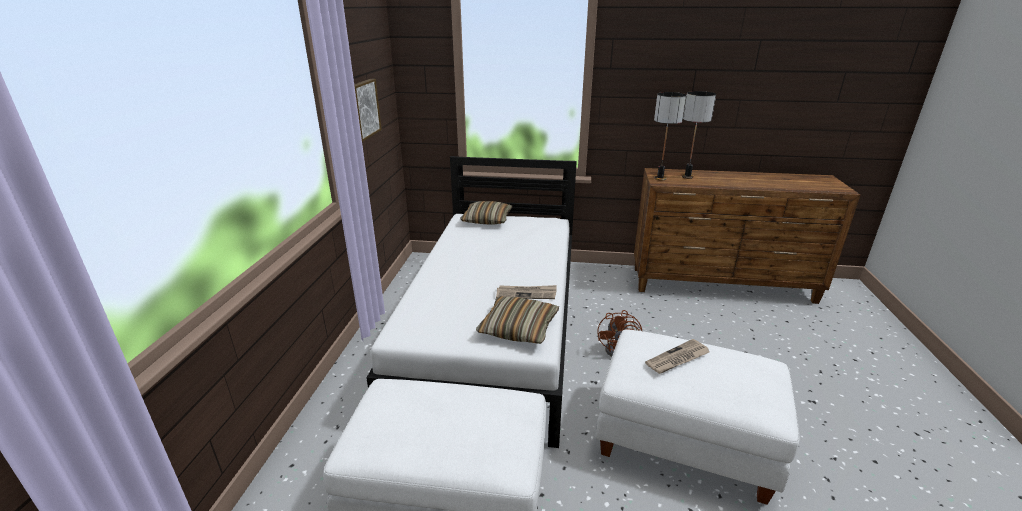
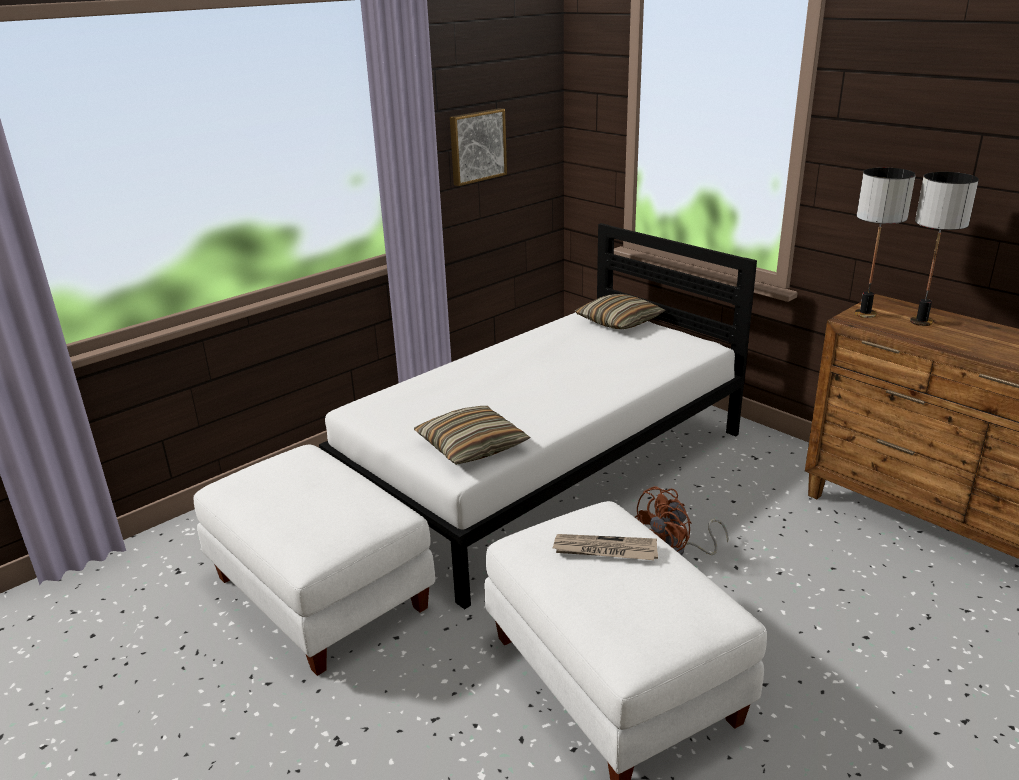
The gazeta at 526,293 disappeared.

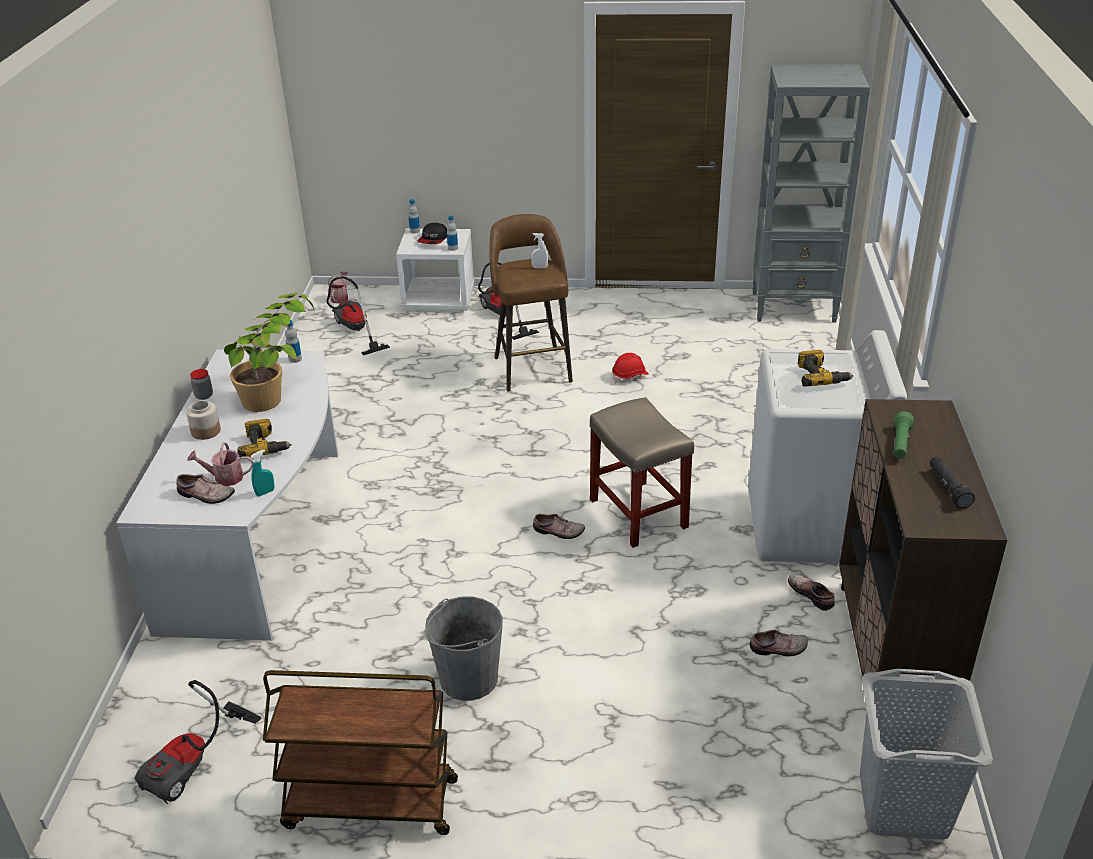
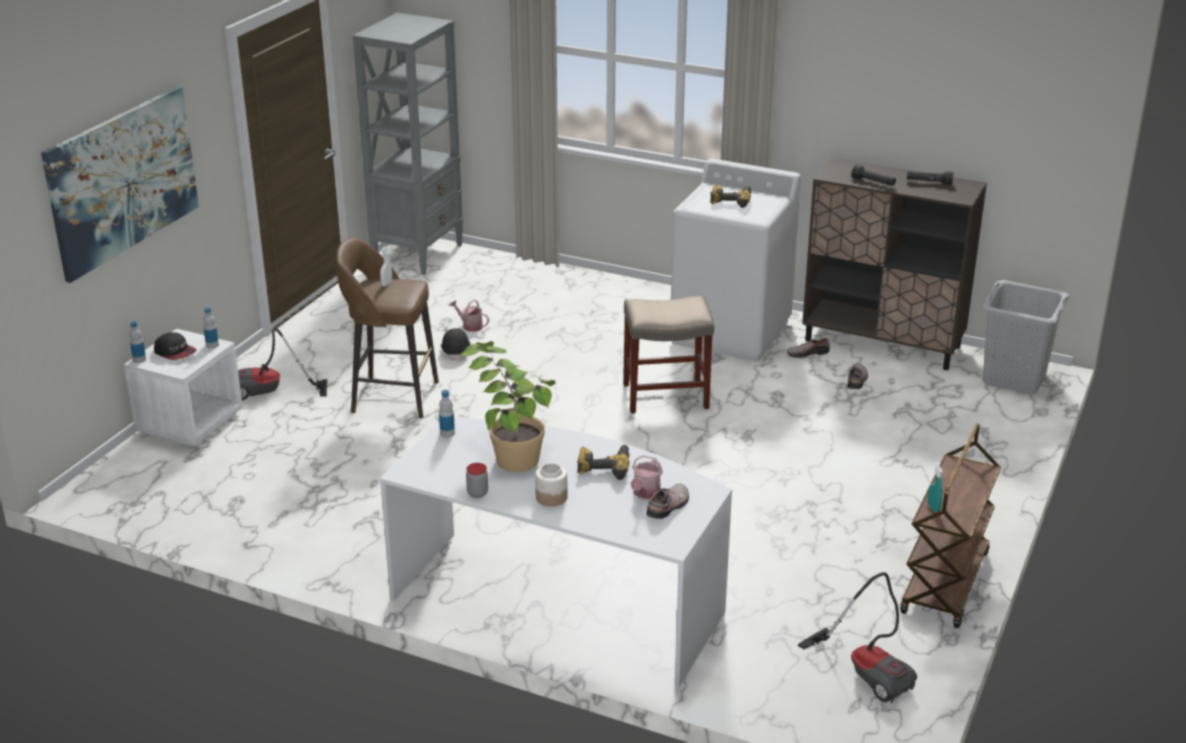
The konewka moved from 340,297 to 470,326. The odkurzacz at 354,331 disappeared. The kask (czerwony) at 630,376 became the kask (czarny) at 456,352. The latarka (zielony) at 900,443 became the latarka (czarny) at 873,182. The spryskiwacz (turkusowy) moved from 265,492 to 933,507. The but at 558,532 disappeared. The wiadro (szary) at 468,678 disappeared. The obraz at 123,181 appeared.

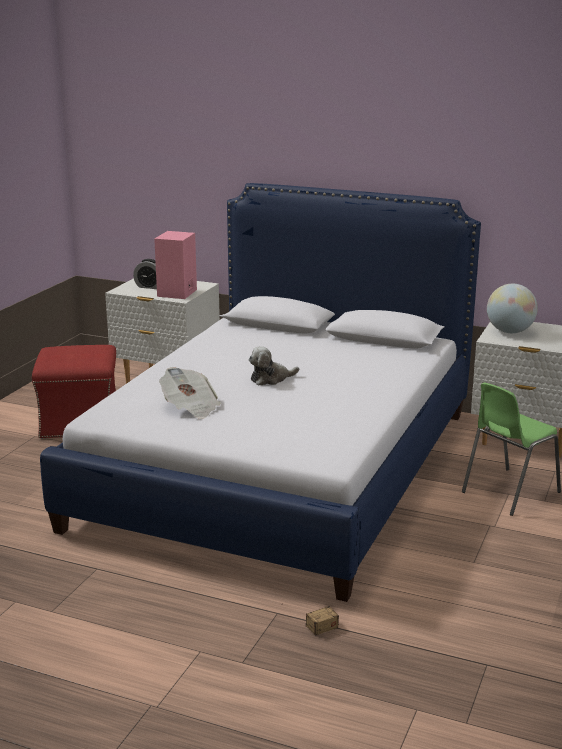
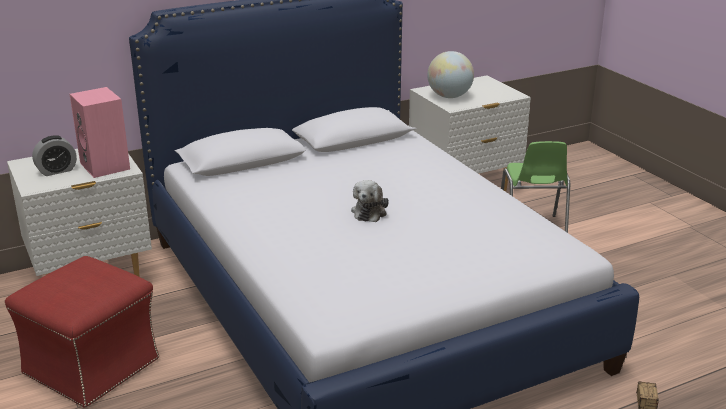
The gazeta at 190,407 disappeared.

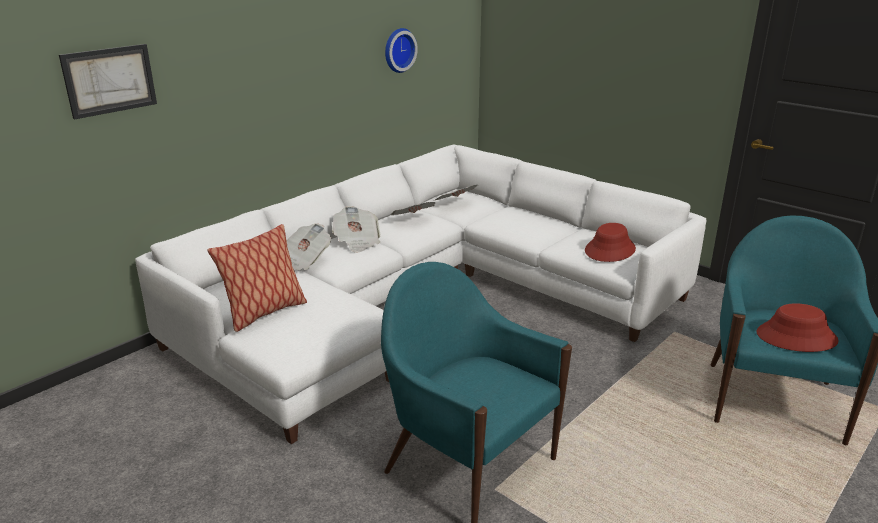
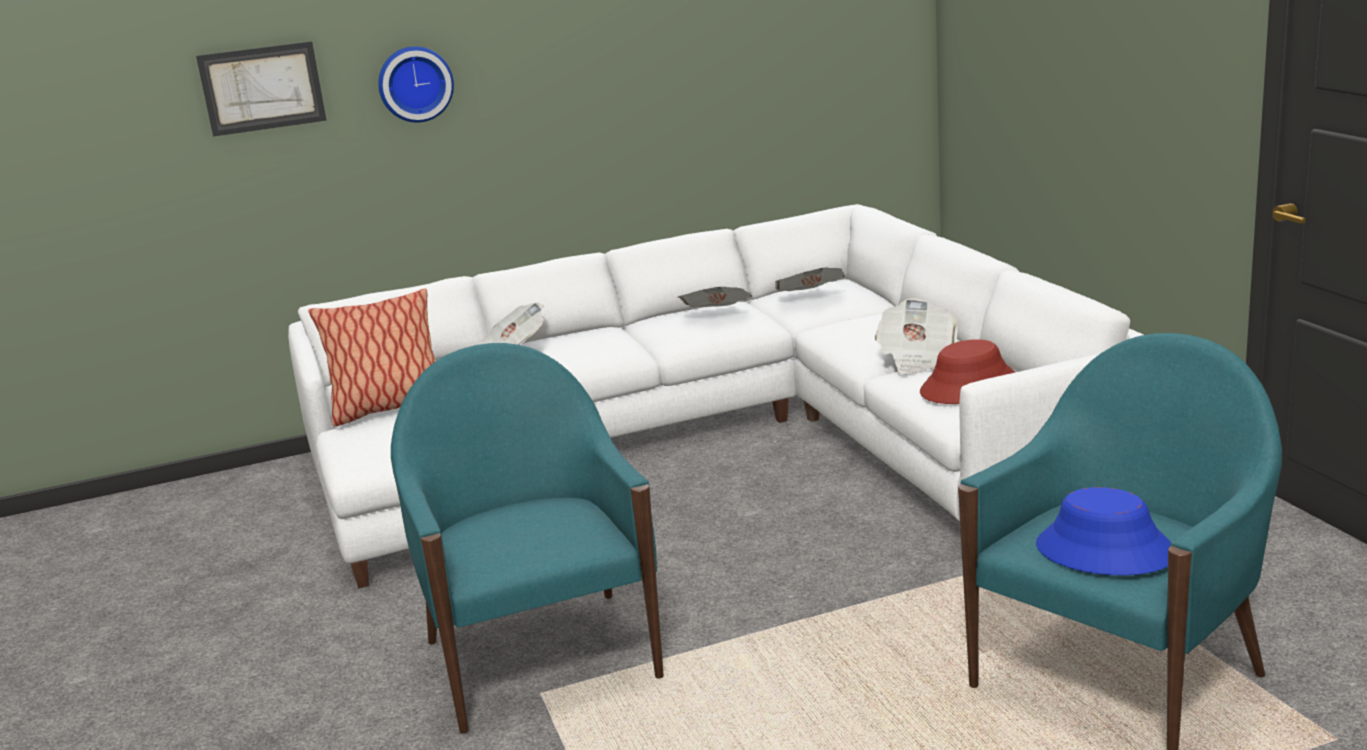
The zegar ścienny moved from 398,50 to 415,83. The gazeta moved from 357,242 to 917,359. The kapelusz (czerwony) at 796,337 became the kapelusz (niebieski) at 1105,551.

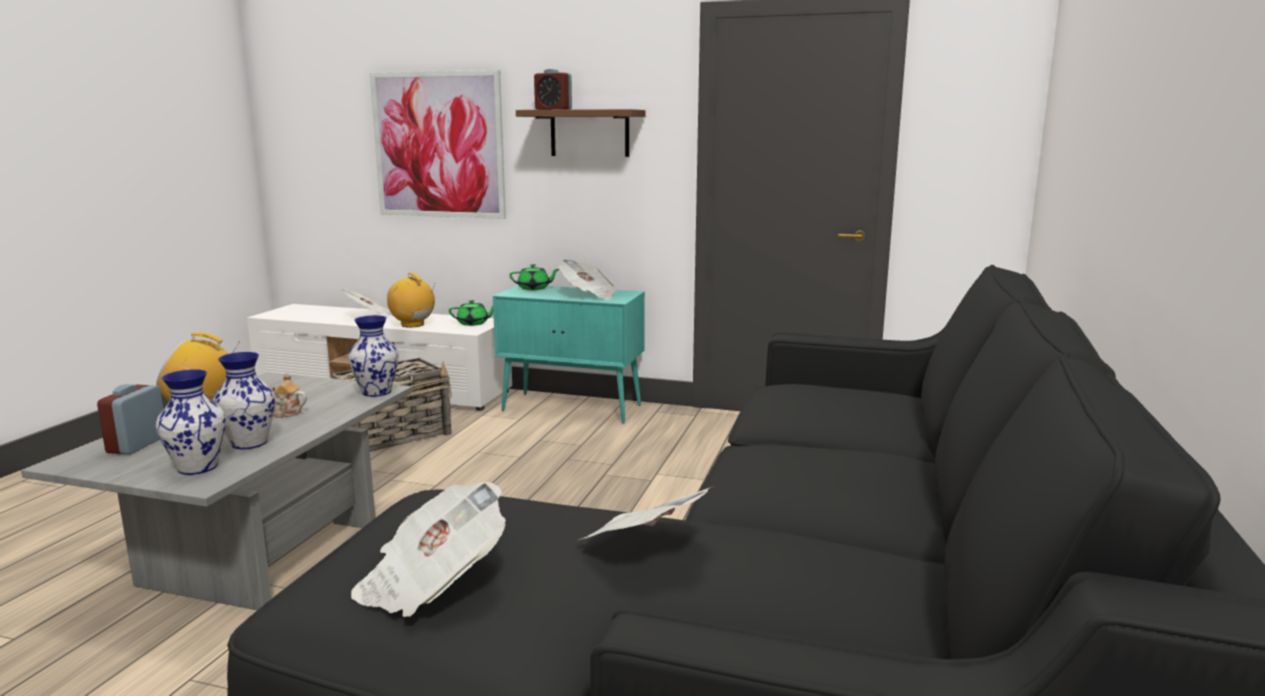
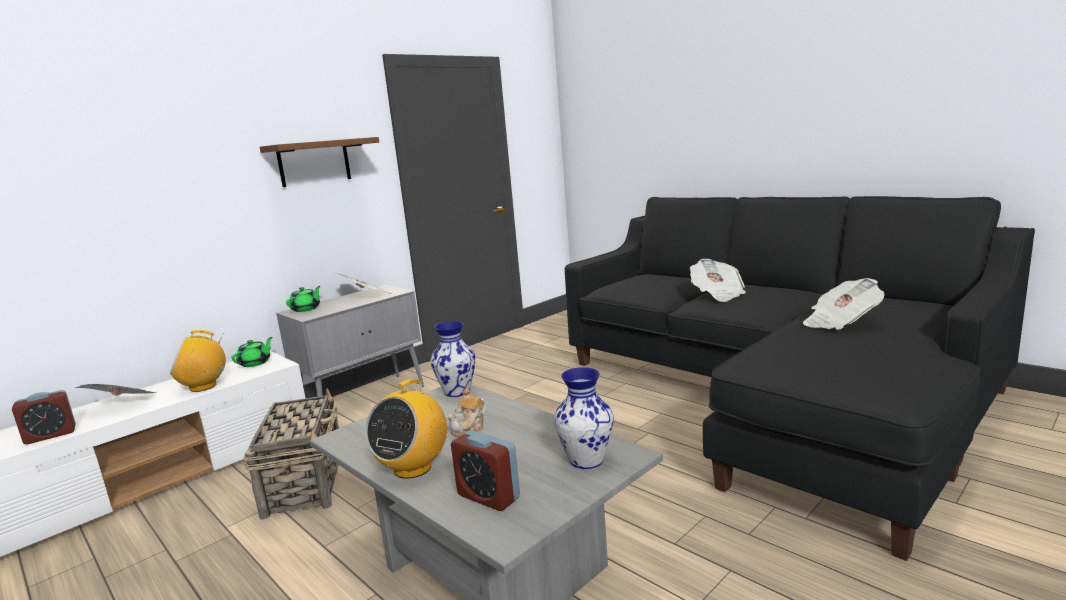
The budzik moved from 553,109 to 50,435. The obraz at 438,145 disappeared. The szafka (turkusowy) at 573,408 became the szafka (szary) at 365,399. The wazon at 248,443 disappeared. The gazeta moved from 431,583 to 717,294.

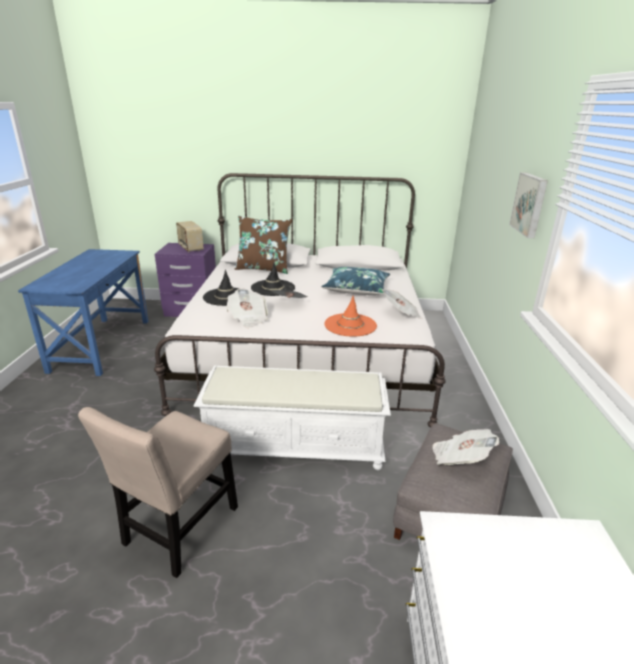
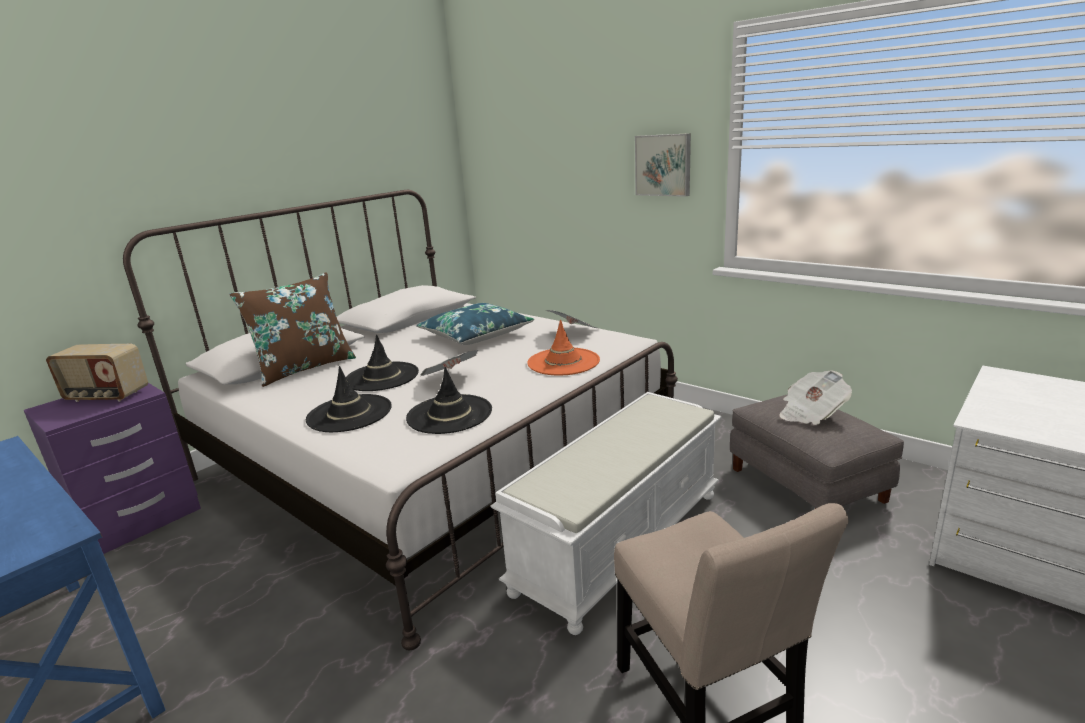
The gazeta at 248,318 was replaced by the kapelusz (czarny) at 449,414.

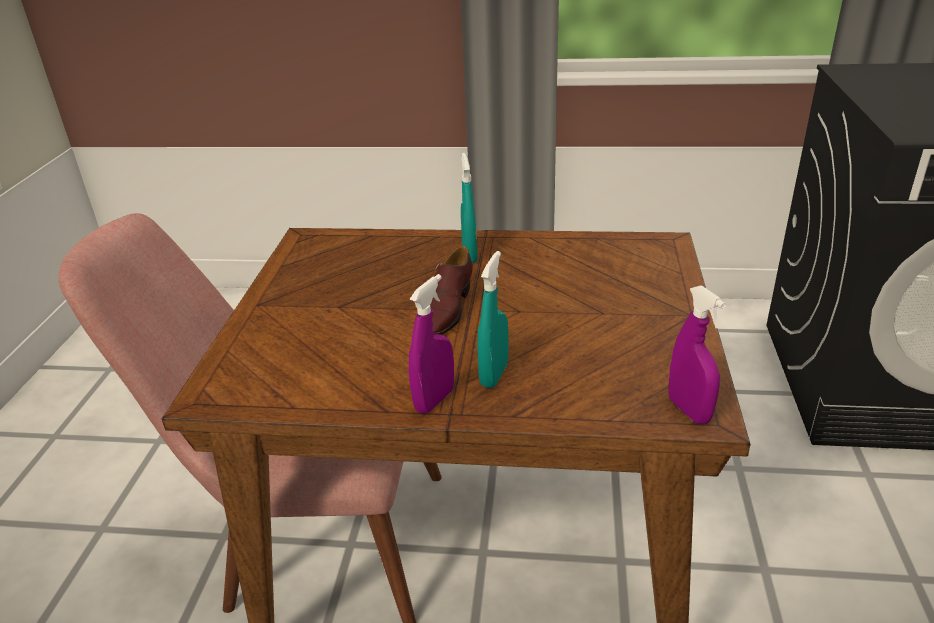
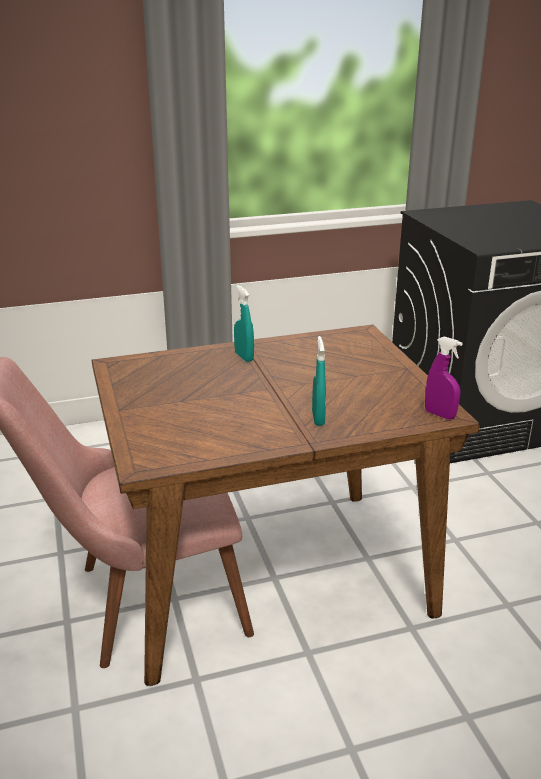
The but (brązowy) at 446,309 disappeared. The spryskiwacz (fioletowy) at 434,400 disappeared.

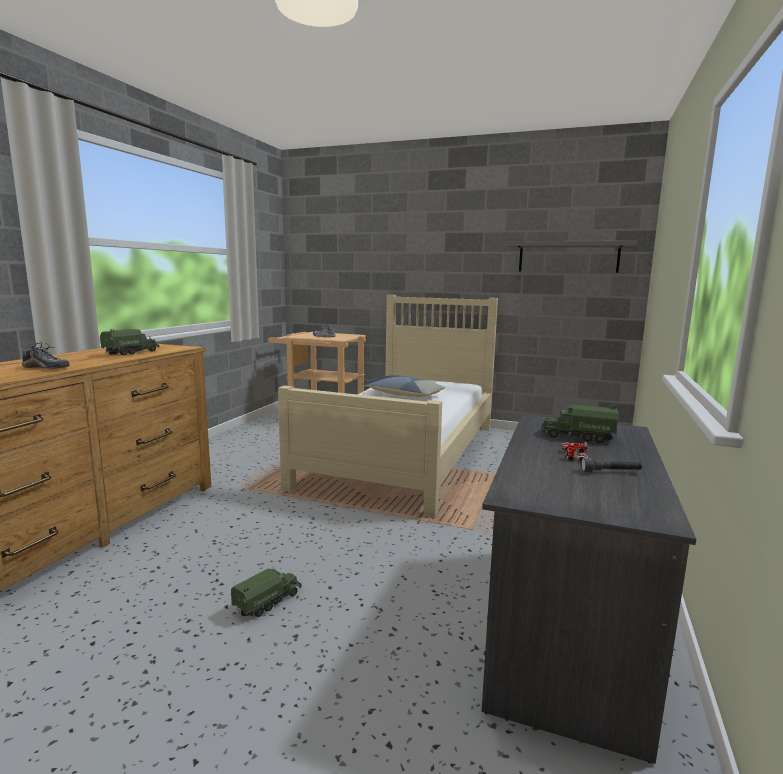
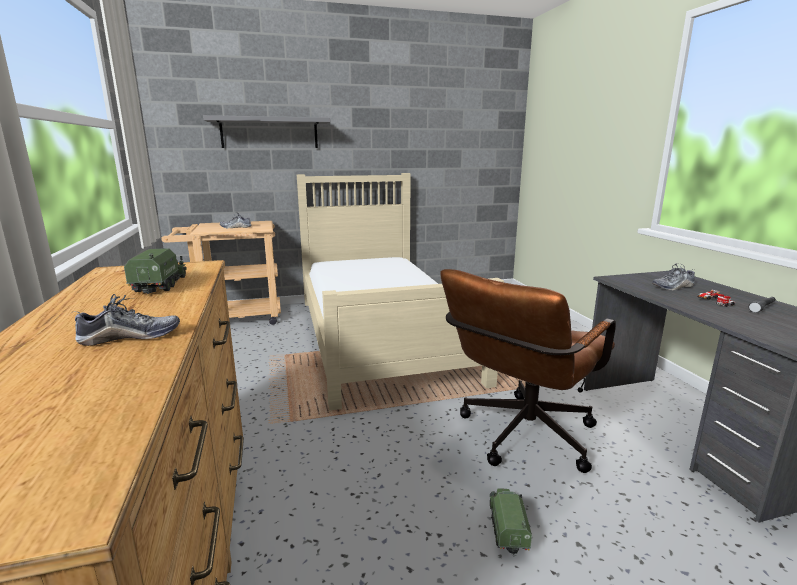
The półka (szary) moved from 568,257 to 269,133. The poduszka at 403,394 disappeared. The ciężarówka zabawkowa at 577,437 was replaced by the but at 673,287. The krzesło biurowe (brązowy) at 520,438 appeared.

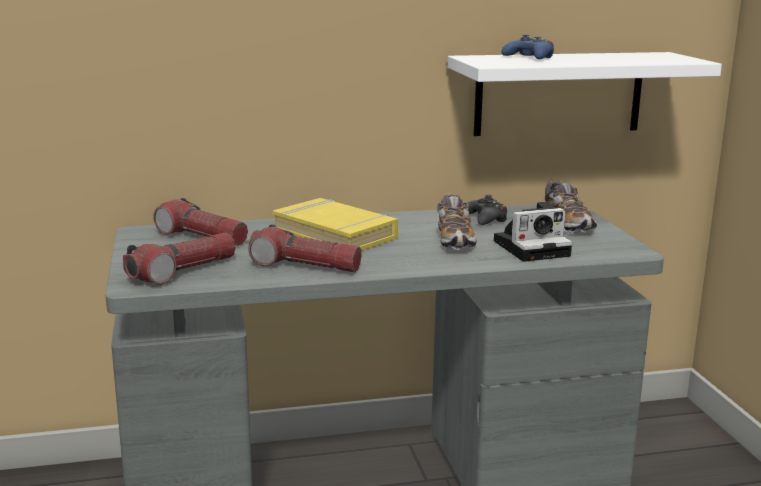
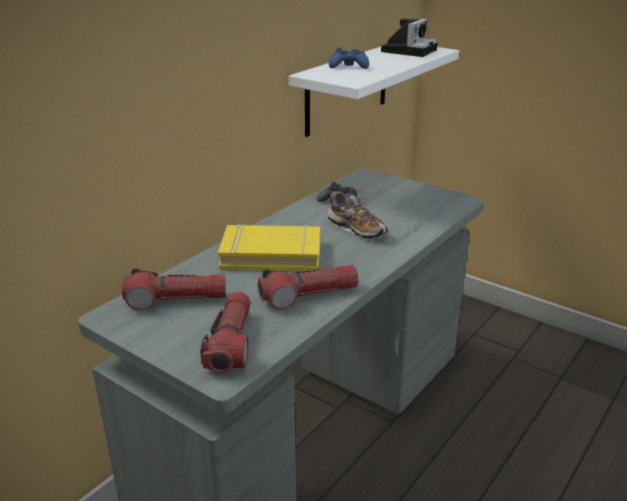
The but at 567,224 disappeared. The aparat fotograficzny moved from 533,248 to 409,50.

